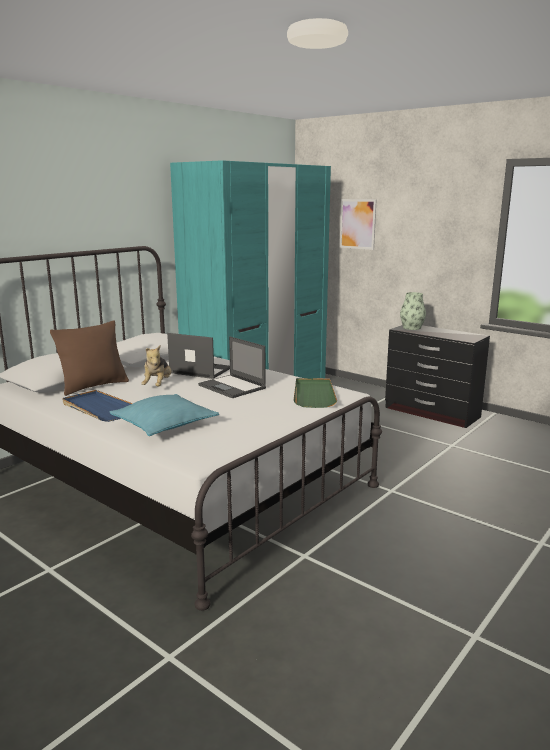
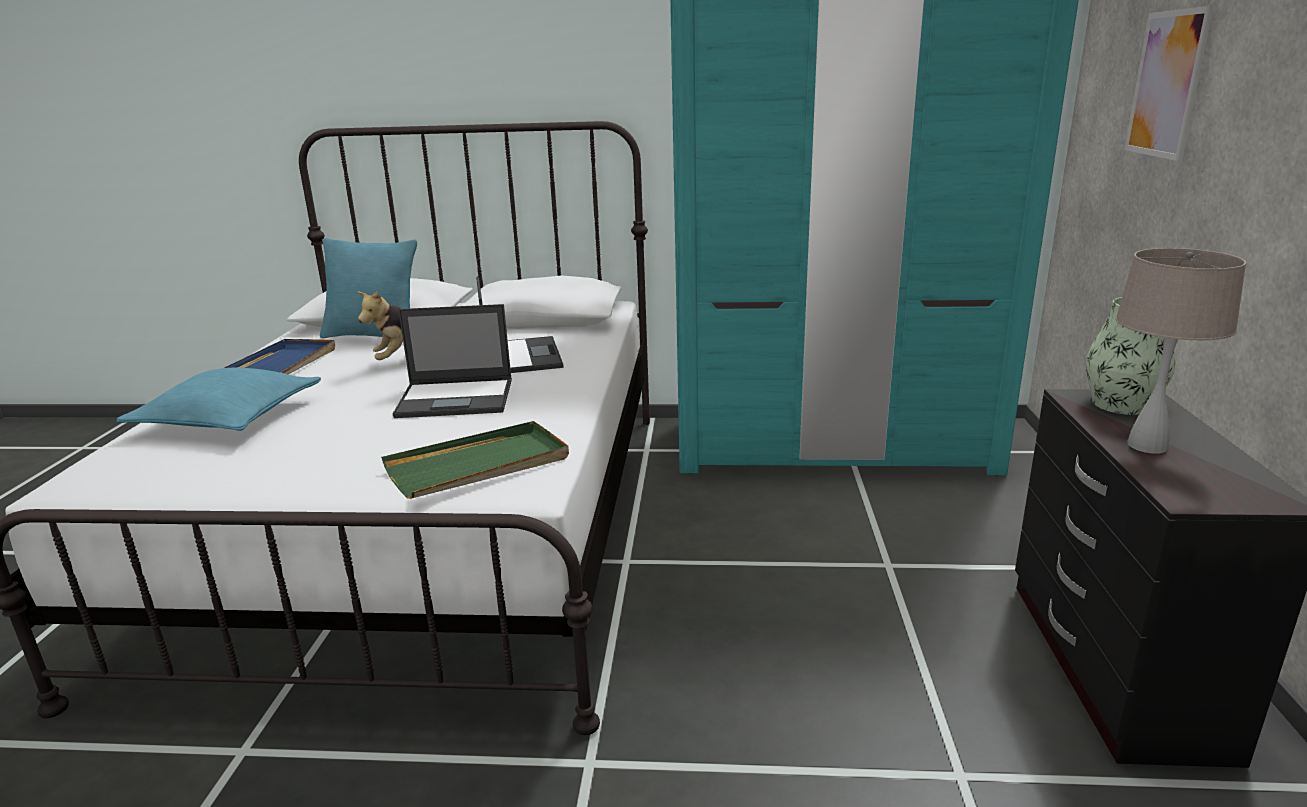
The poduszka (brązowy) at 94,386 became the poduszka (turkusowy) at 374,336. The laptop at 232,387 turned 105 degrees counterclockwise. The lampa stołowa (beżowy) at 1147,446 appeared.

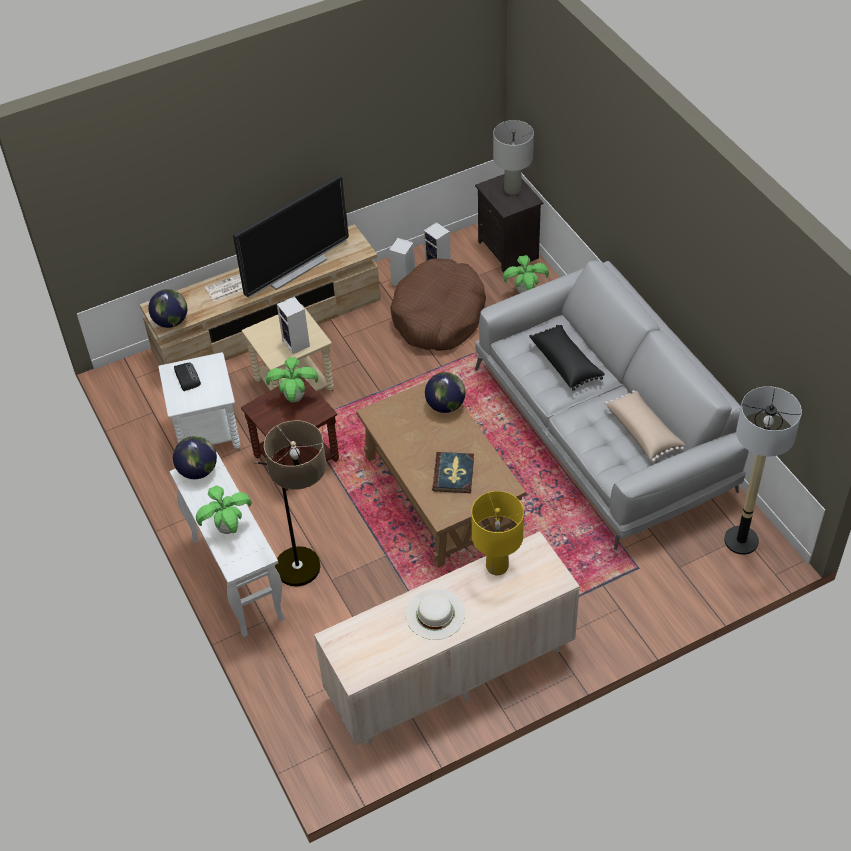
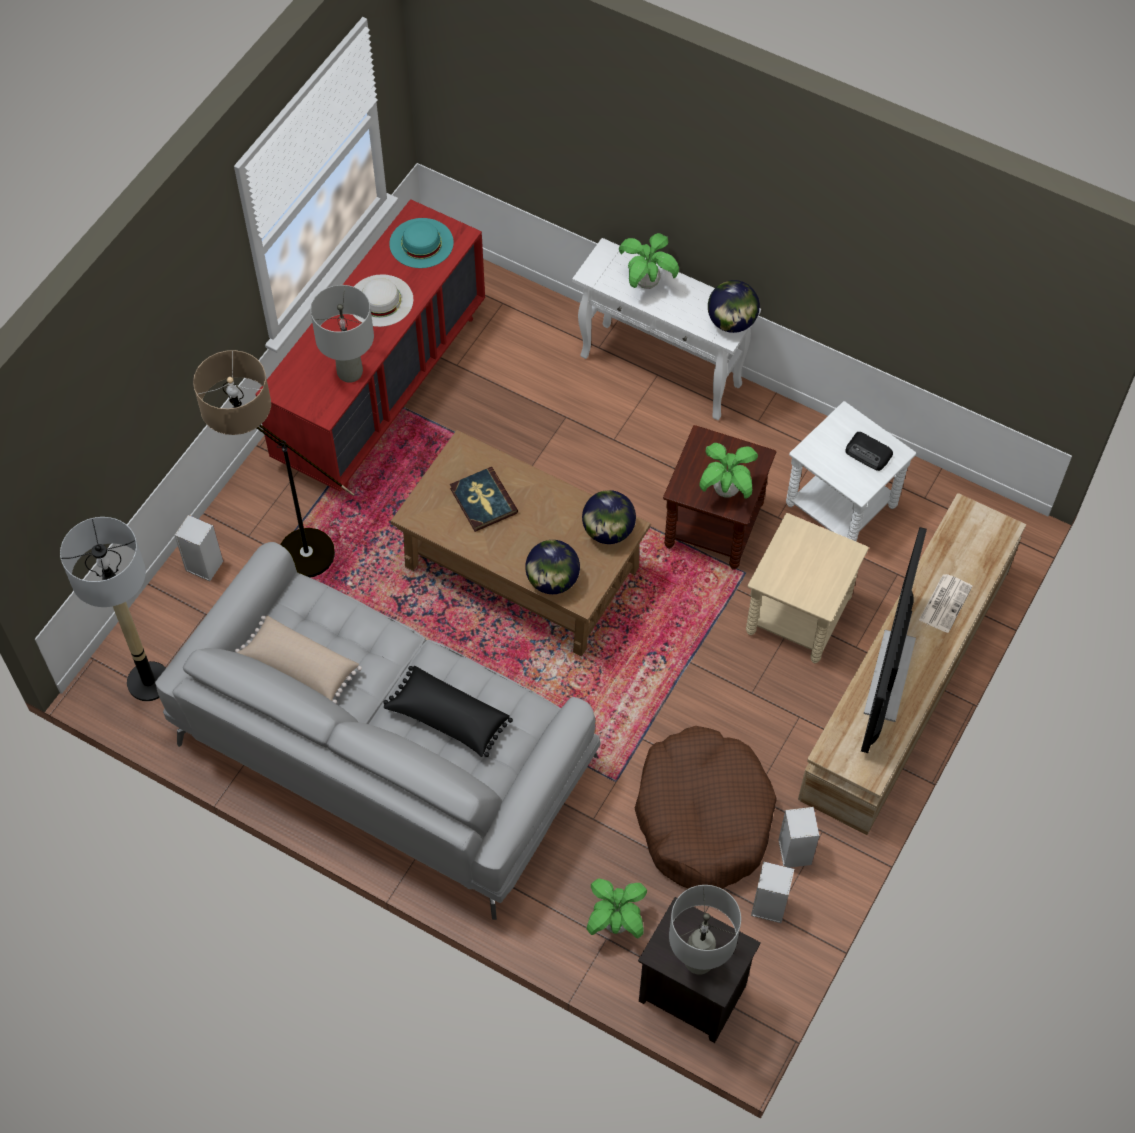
The globus moved from 171,322 to 608,531. The głośnik moved from 297,344 to 202,566. The lampa stojąca moved from 308,579 to 286,547. The lampa stołowa (żółty) at 496,566 became the lampa stołowa (szary) at 350,372. The komoda (beżowy) at 450,673 became the komoda (czerwony) at 382,388. The kapelusz (turkusowy) at 421,243 appeared.

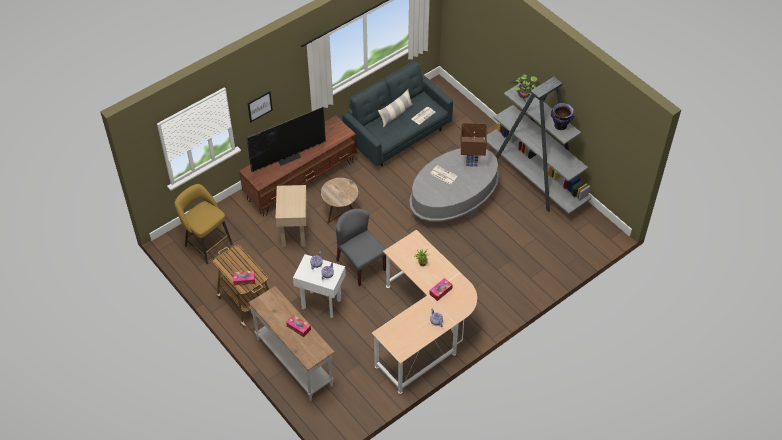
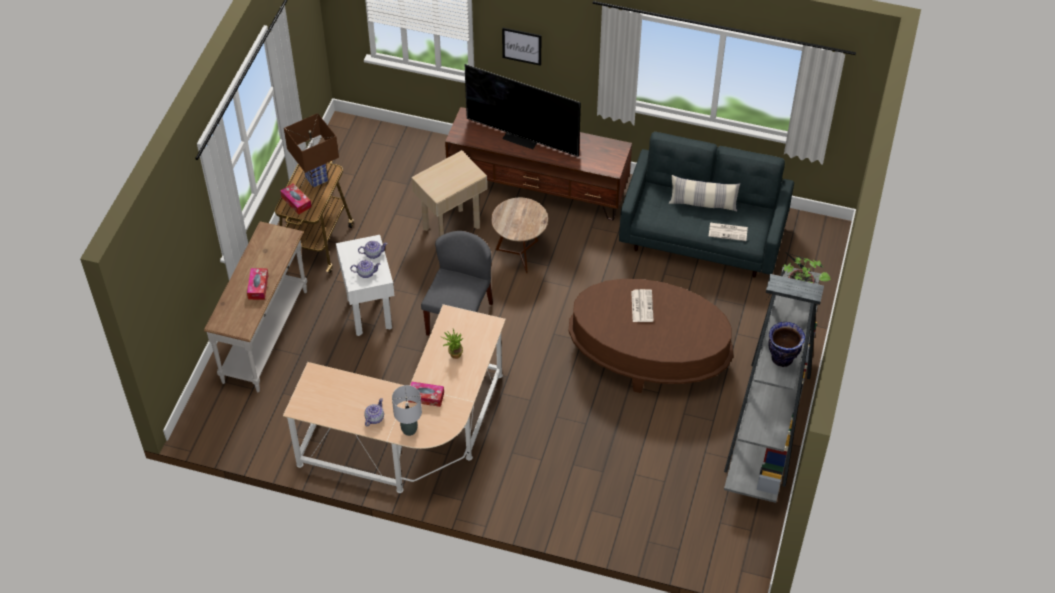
The lampa stołowa (brązowy) moved from 471,162 to 317,178. The ława (szary) at 453,199 became the ława (brązowy) at 648,355. The stołek (żółty) at 206,244 disappeared. The lampa stołowa (szary) at 409,430 appeared.

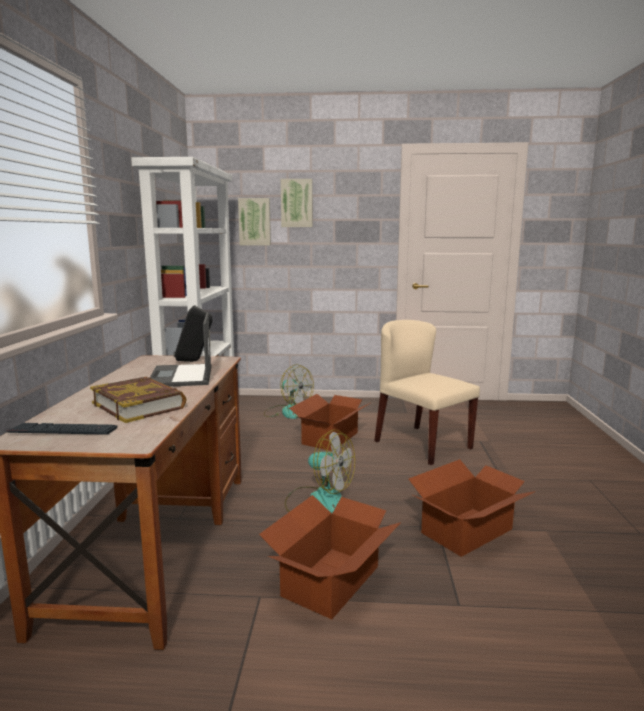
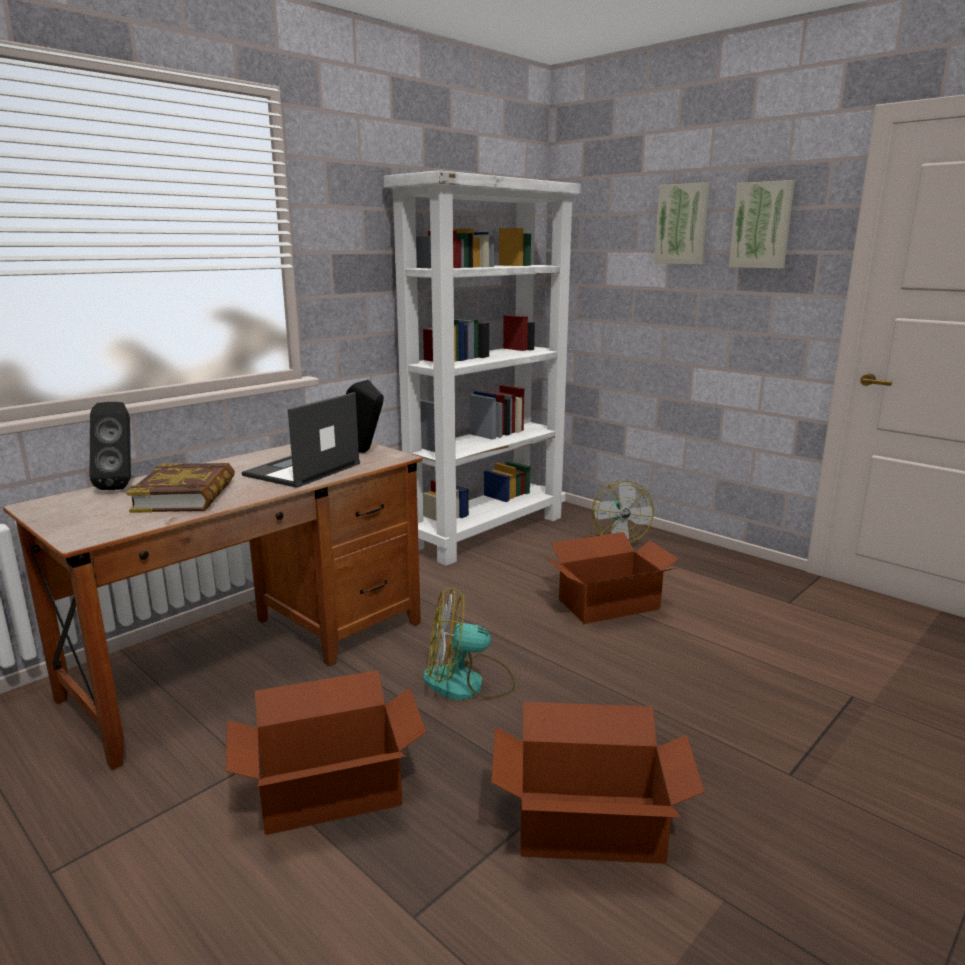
The obraz moved from 255,222 to 762,225. The krzesło (beżowy) at 422,444 disappeared. The klawiatura at 63,431 disappeared. The wentylator at 318,499 turned 105 degrees clockwise. The głośnik (czarny) at 121,485 appeared.

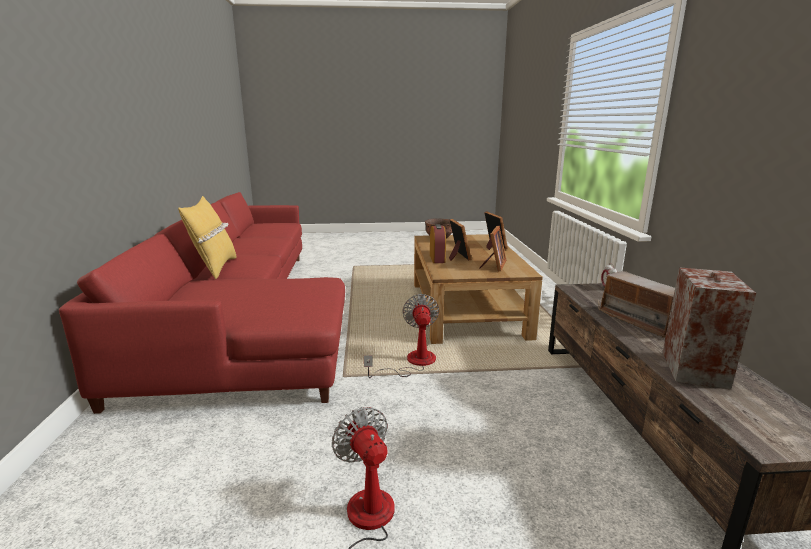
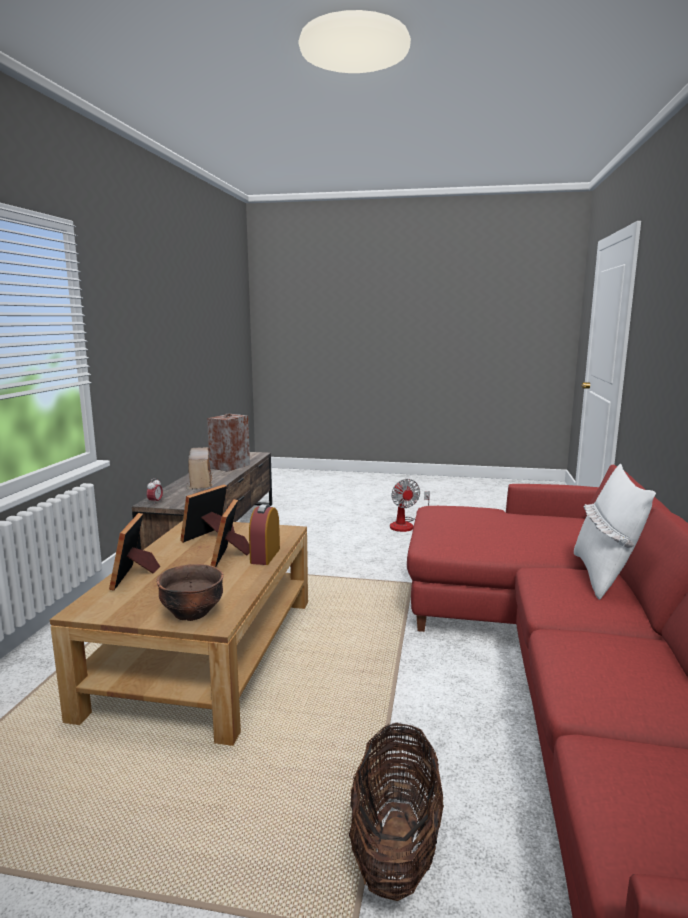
The poduszka (żółty) at 214,268 became the poduszka (biały) at 604,576. The wentylator at 412,363 disappeared. The koszyk at 395,848 appeared.

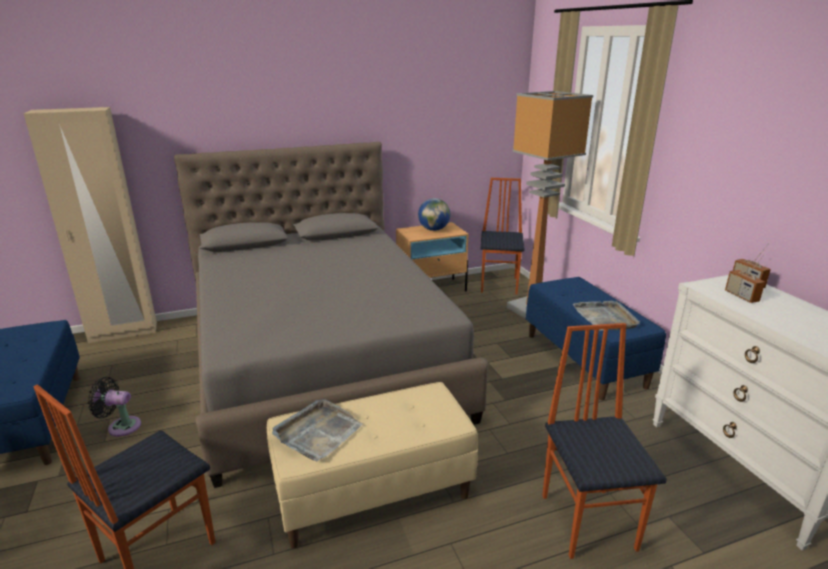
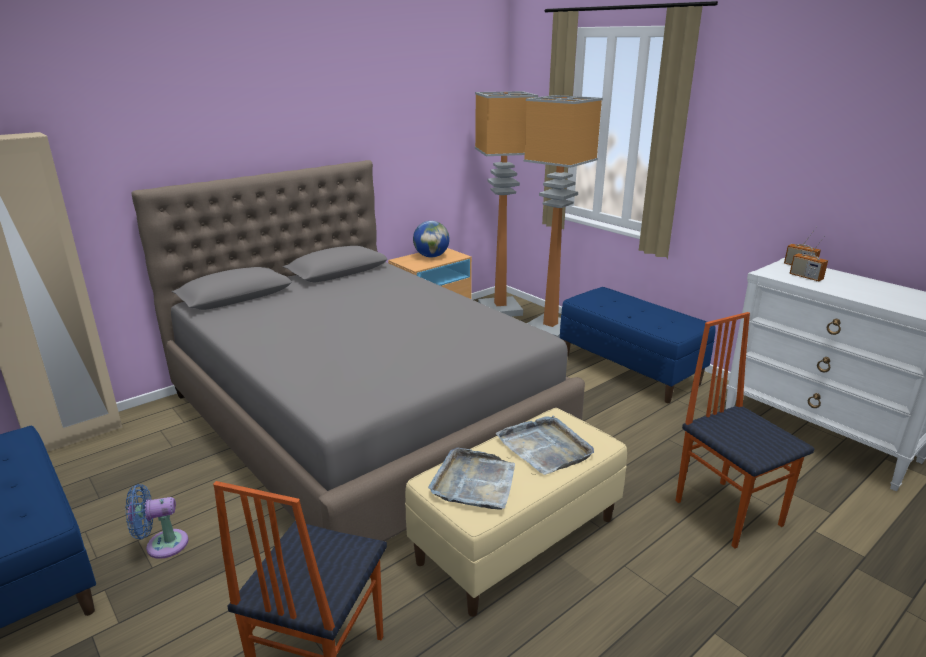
The krzesło at 500,285 was replaced by the lampa stojąca at 500,309. The taca (szary) moved from 606,317 to 545,447. The wentylator (czarny) at 121,426 became the wentylator (niebieski) at 162,545.

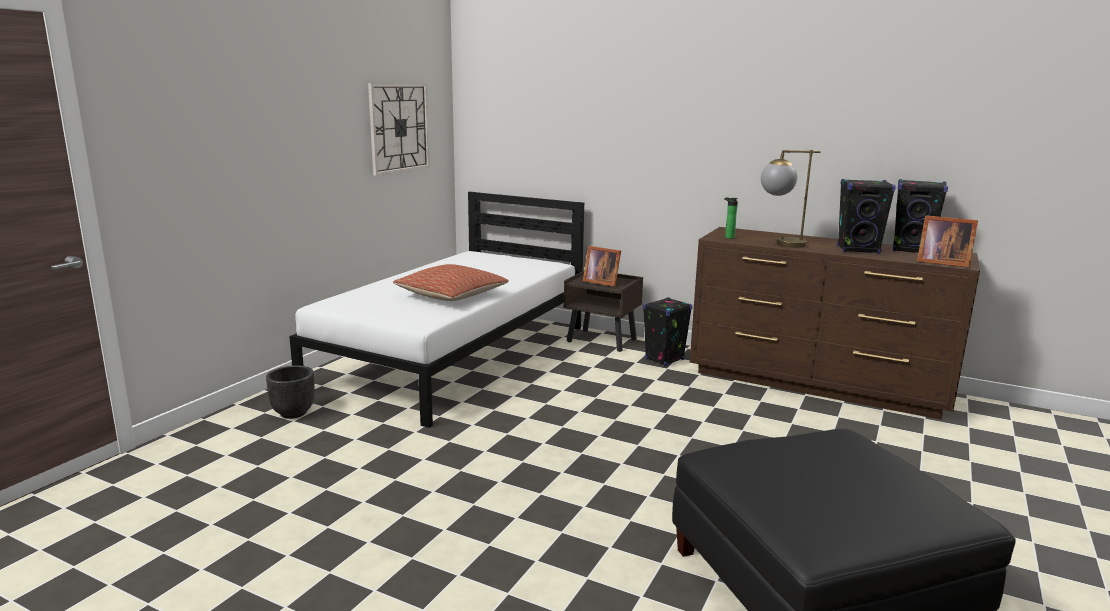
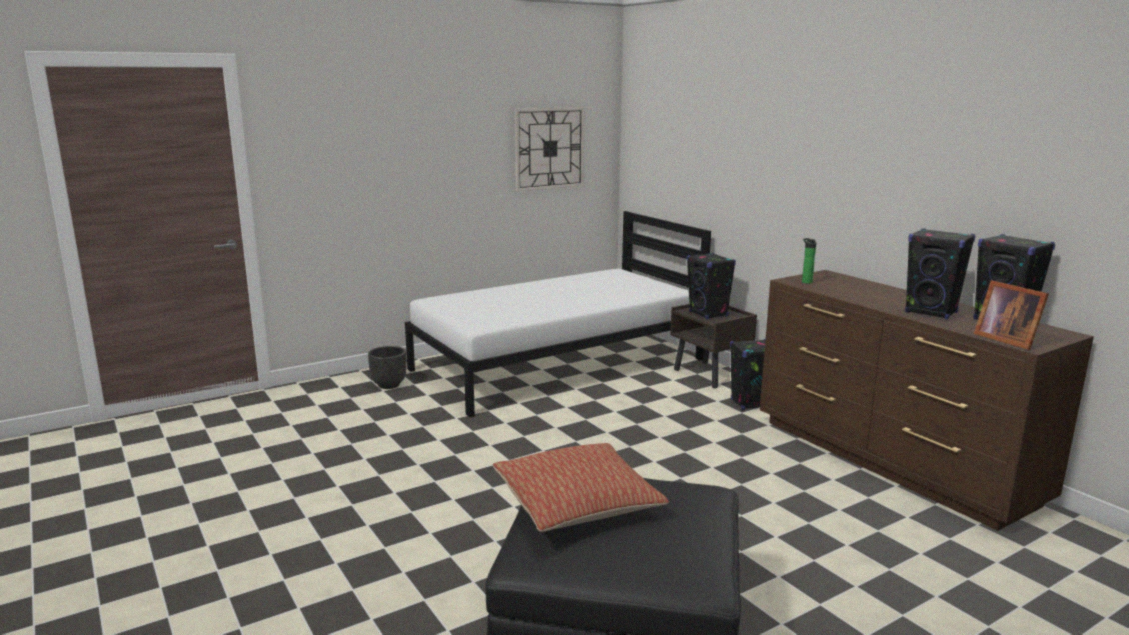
The lampa stołowa at 780,244 disappeared. The ramka na zdjęcie at 601,282 was replaced by the głośnik (czarny) at 708,314. The poduszka moved from 452,296 to 577,504.

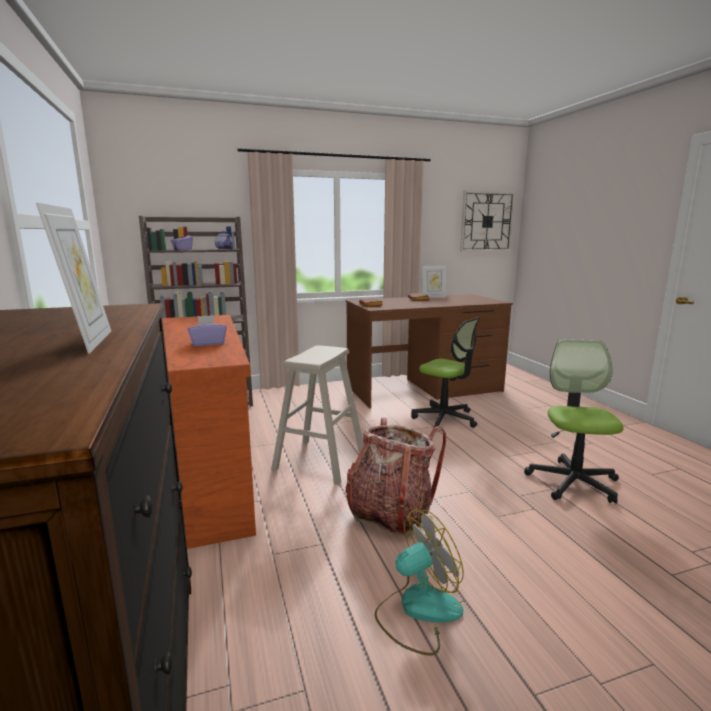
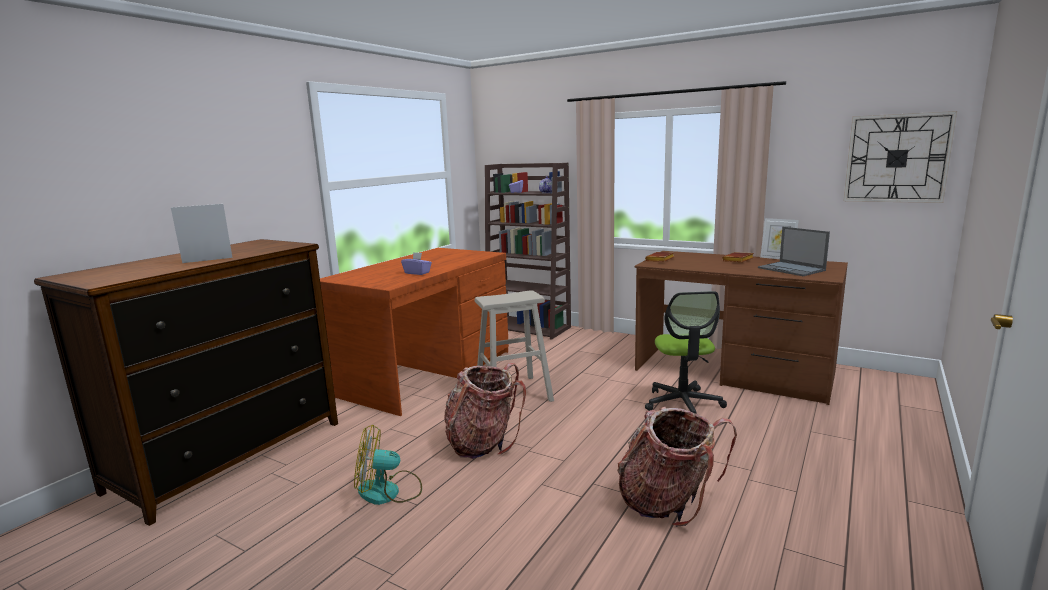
The ramka na zdjęcie at 89,342 turned 150 degrees counterclockwise. The krzesło biurowe at 573,482 was replaced by the plecak at 668,503. The wentylator at 418,611 turned 150 degrees clockwise. The laptop at 792,269 appeared.

